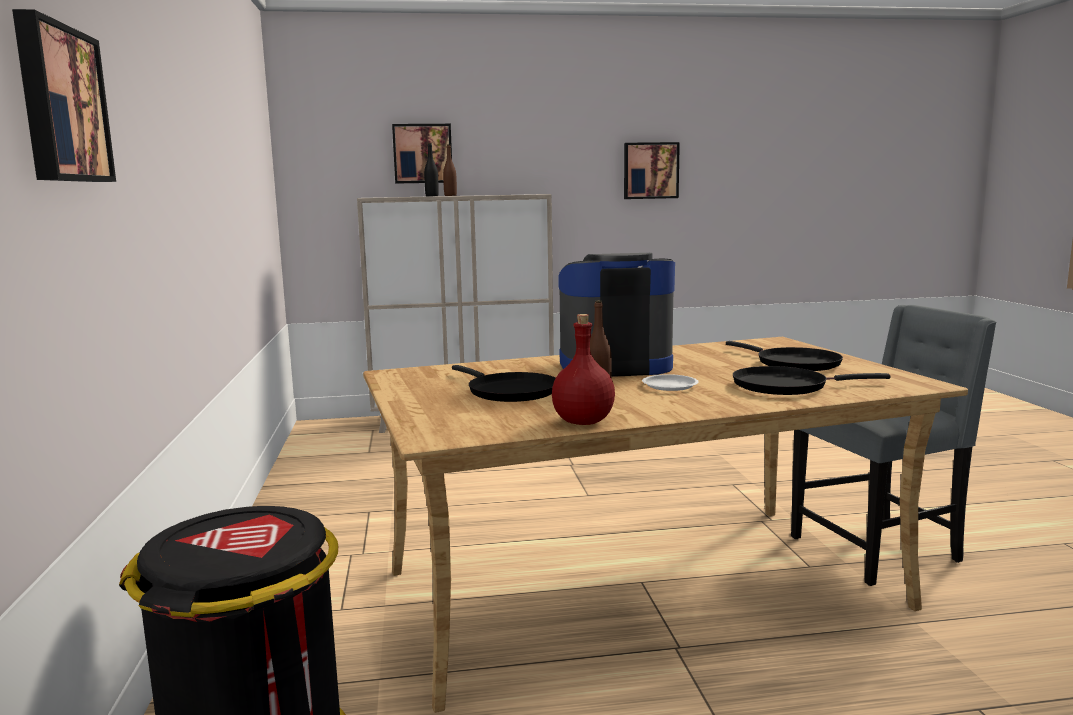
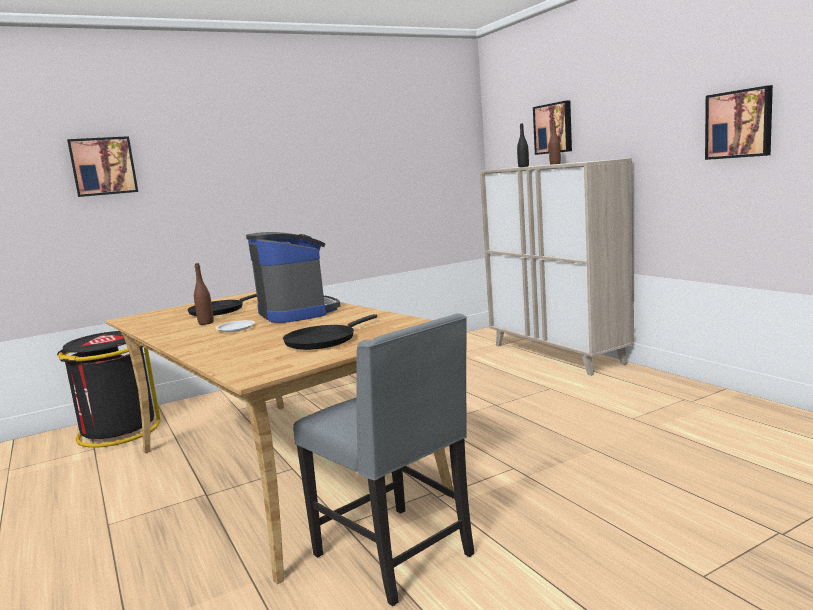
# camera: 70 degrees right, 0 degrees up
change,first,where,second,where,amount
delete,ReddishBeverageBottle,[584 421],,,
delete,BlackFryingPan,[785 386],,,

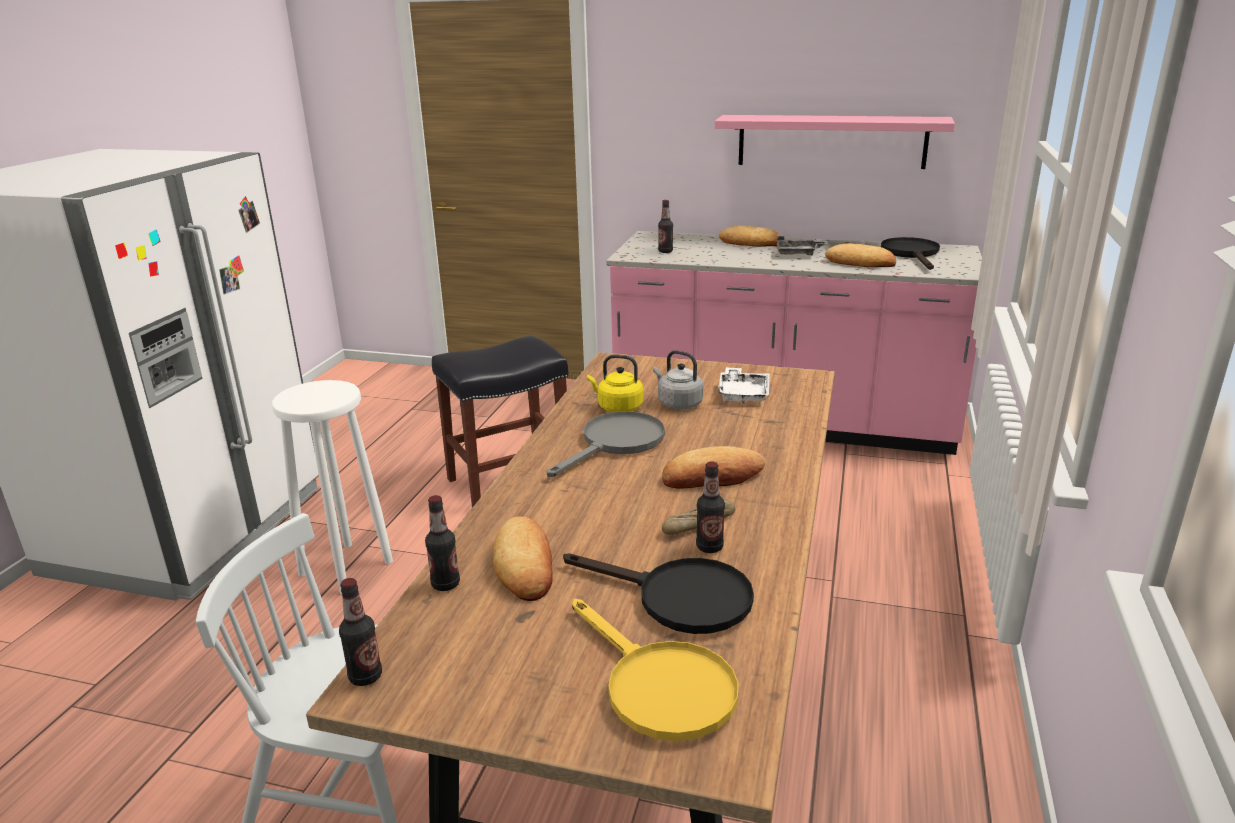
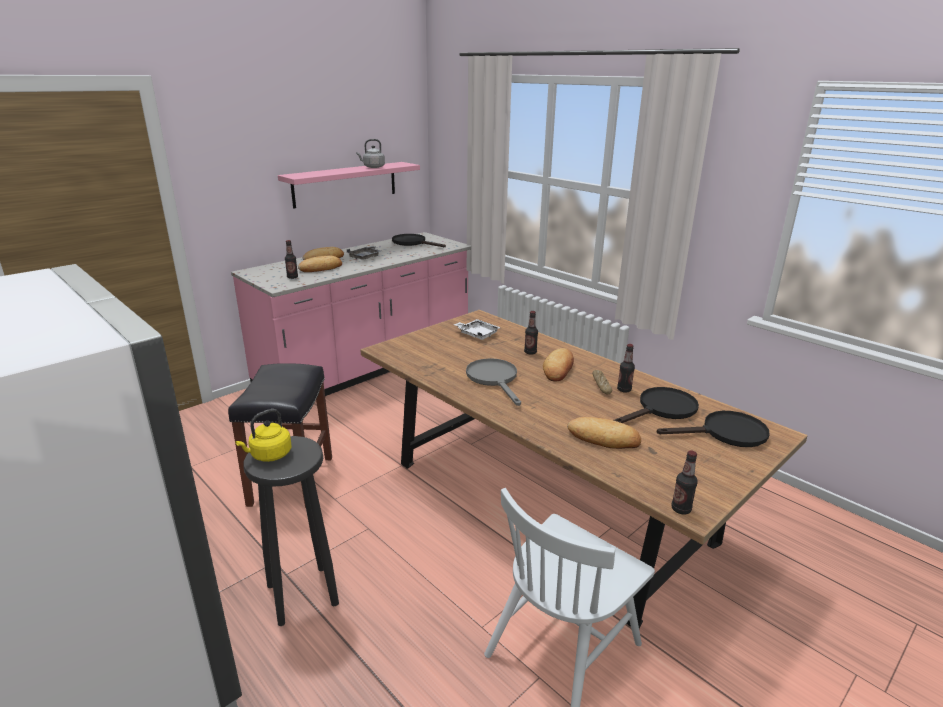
# camera: 60 degrees left, 0 degrees up
change,first,where,second,where,amount
move,BakedBread,[860 263],,[321 268],
move,GrayWaterKettle,[678 403],,[372 167],
move,YellowishWaterKettle,[617 407],,[269 455],
recolor,WhiteSittingStool,[347 567],BlackSittingStool,[302 593],
move,BeverageBottle,[445 584],,[530 352],
recolor,YellowishFryingPan,[659 686],BlackFryingPan,[726 433],

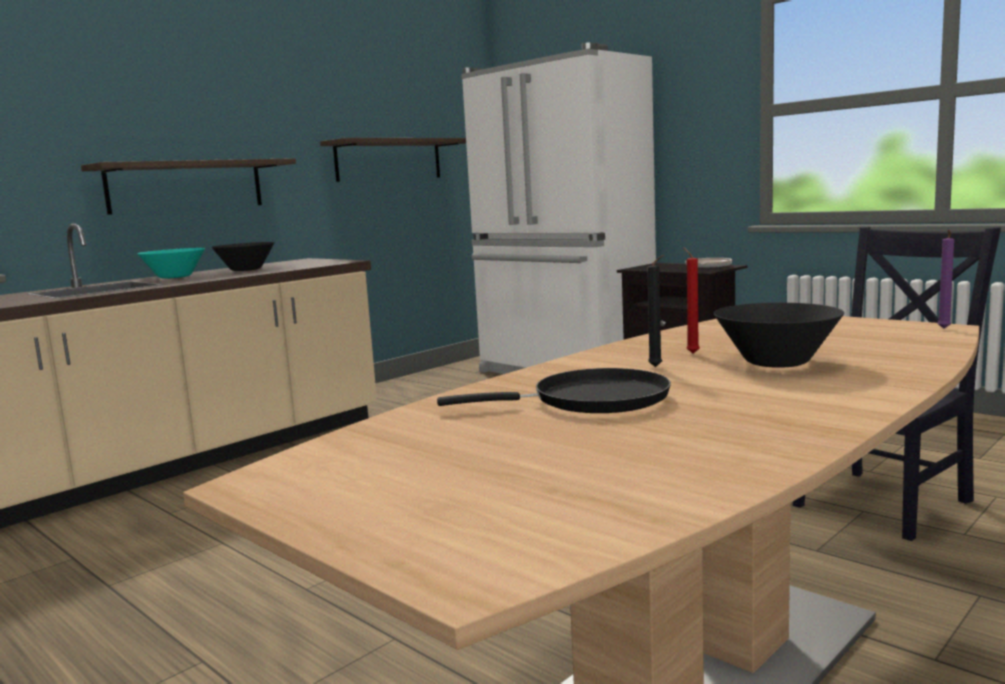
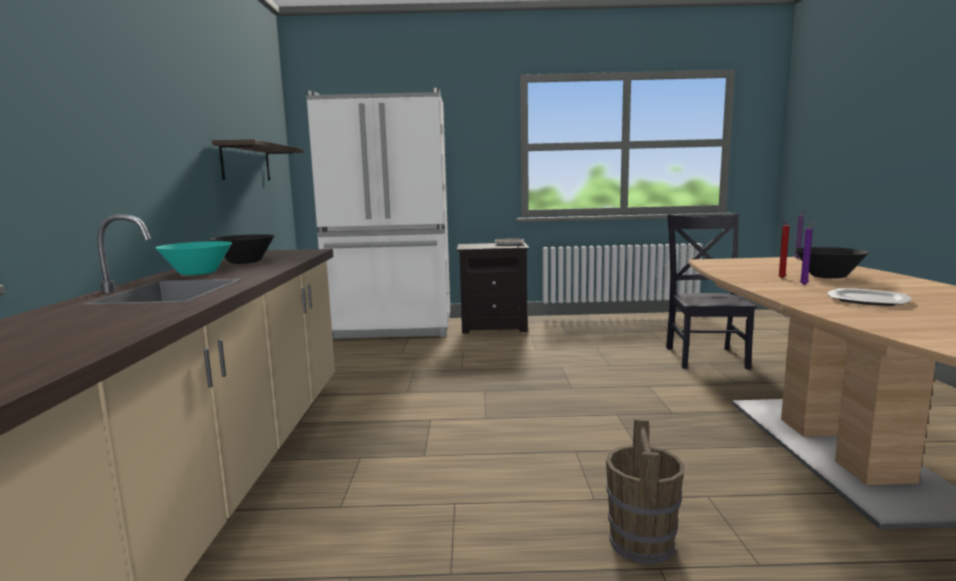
# camera: 45 degrees left, 0 degrees up
change,first,where,second,where,amount
delete,Shelf,[186 186],,,
recolor,BlackWaxLight,[657 367],PurpleWaxLight,[805 285],
replace,BlackFryingPan,[591 400],FlatDish,[868 300],
insert,,,BrownBucket,[641 543],

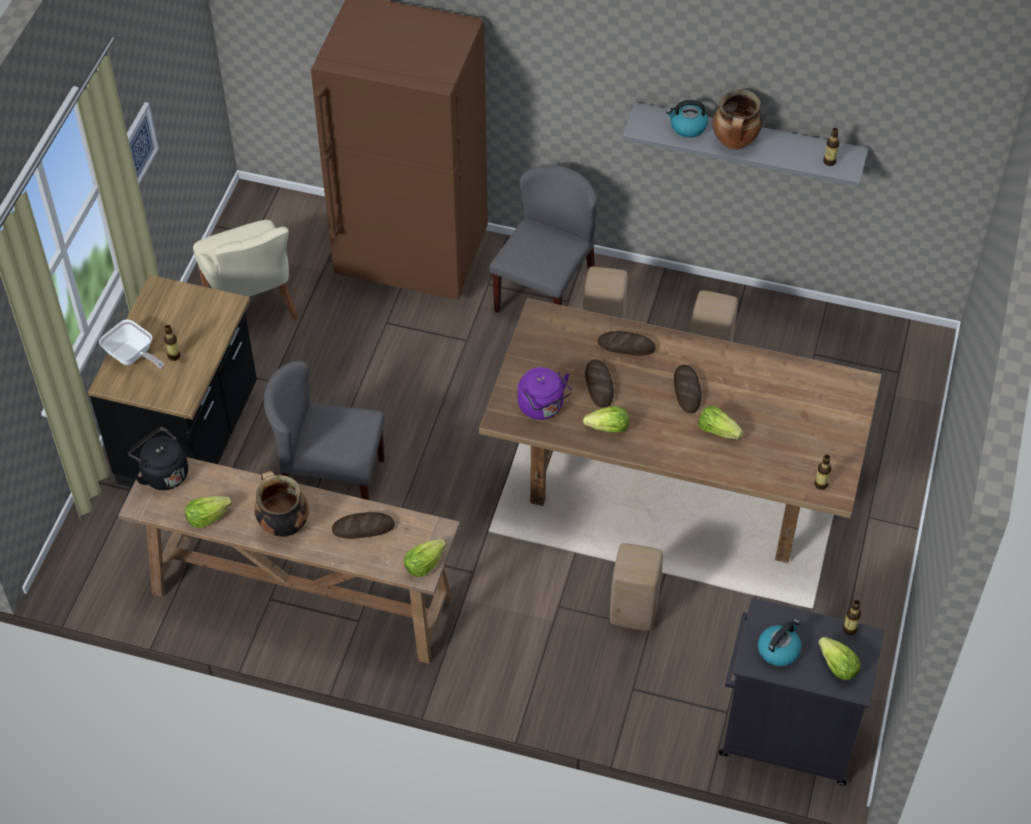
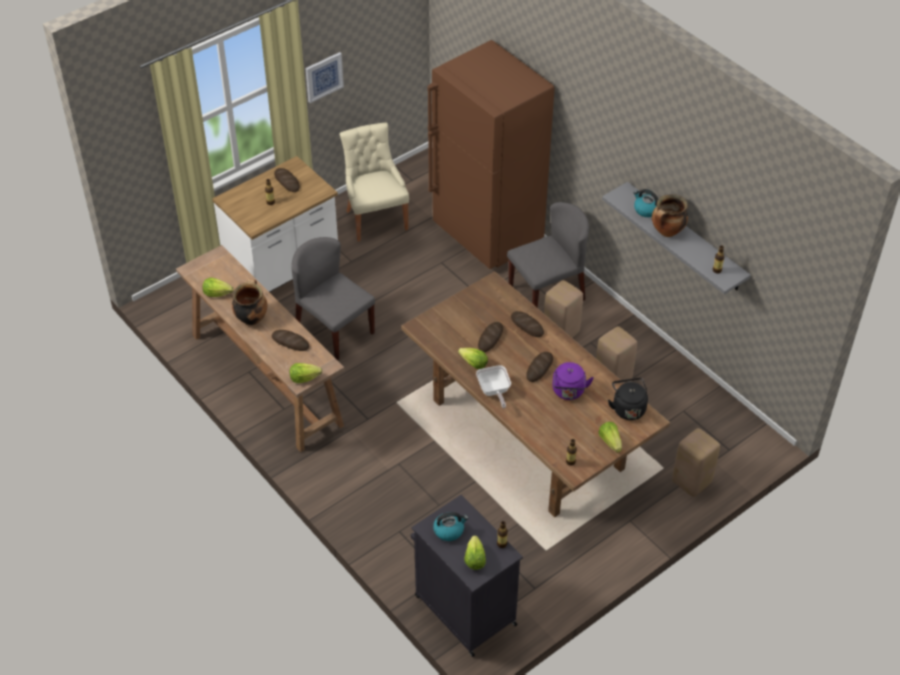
# camera: 35 degrees right, 5 degrees down
change,first,where,second,where,amount
rotate,BeigeColouredPlainChair,[253 308],,[375 218],150 degrees clockwise
recolor,BlackKitchenBaseUnit,[191 437],WhiteKitchenBaseUnit,[283 268],
move,FryingPan,[132 356],,[494 391],
move,PurpleWaterKettle,[543 407],,[568 392],
move,HeadOfLettuce,[717 430],,[610 442],
move,BlackWaterKettle,[163 473],,[628 408],
move,BeigeColouredSittingStool,[632 612],,[690 482],
insert,,,BakedBread,[287 181],

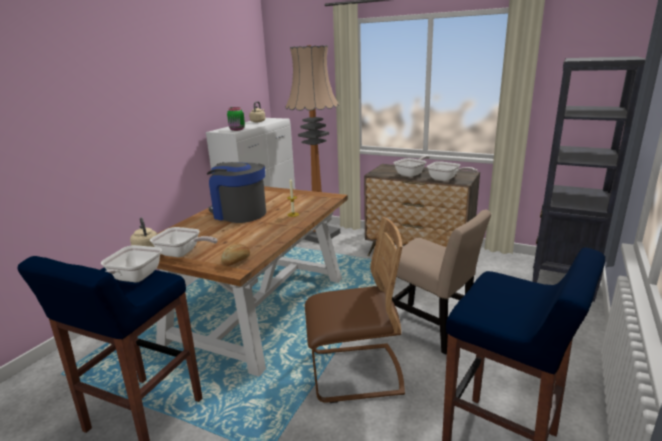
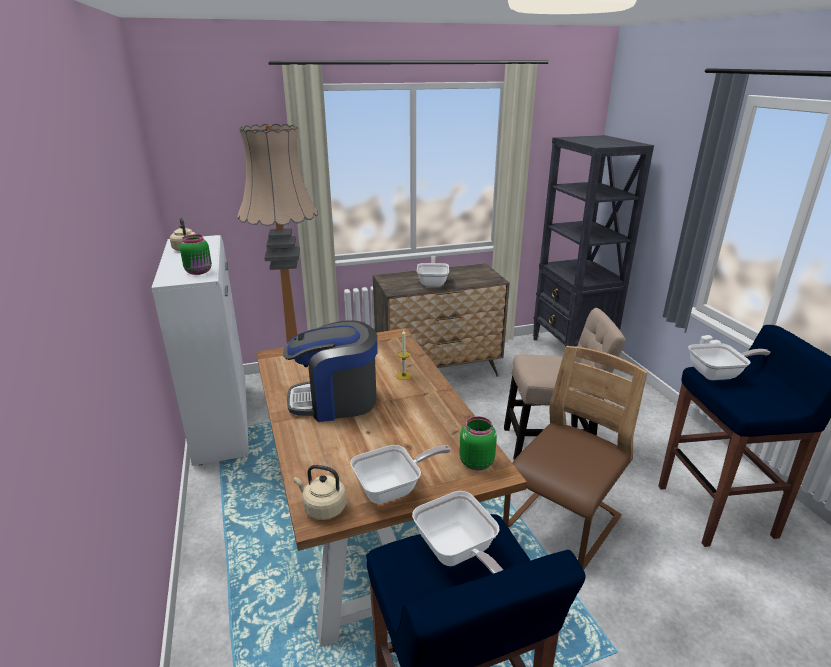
# camera: 45 degrees left, 5 degrees up
change,first,where,second,where,amount
move,FryingPan,[446 179],,[719 374],
replace,BakedBread,[237 261],GreenPreserveJar,[475 462],

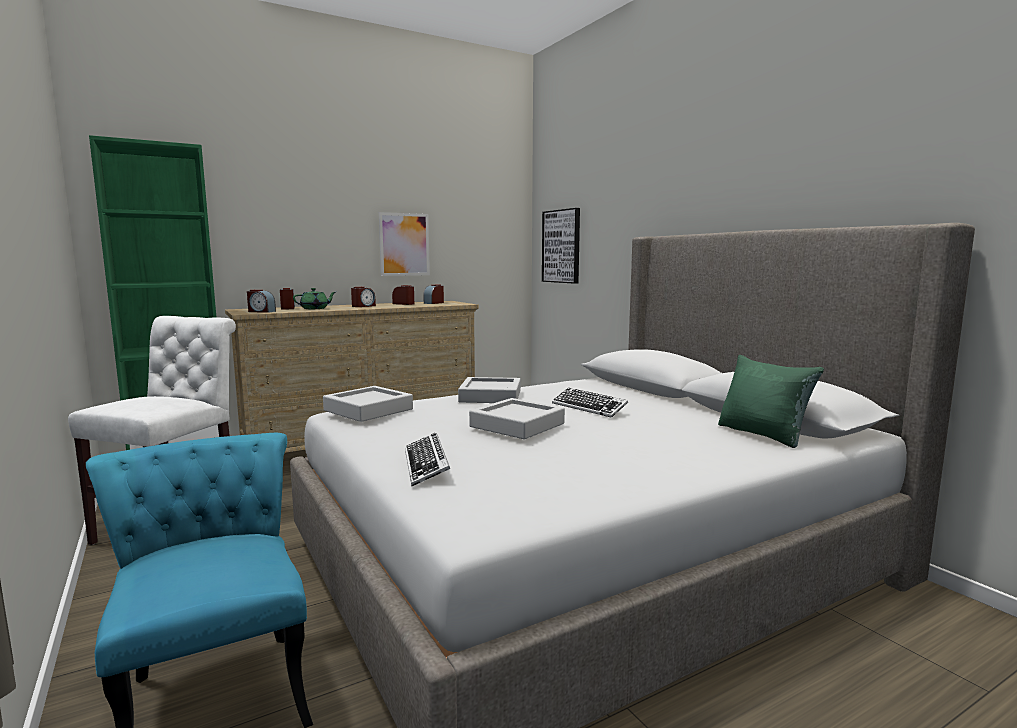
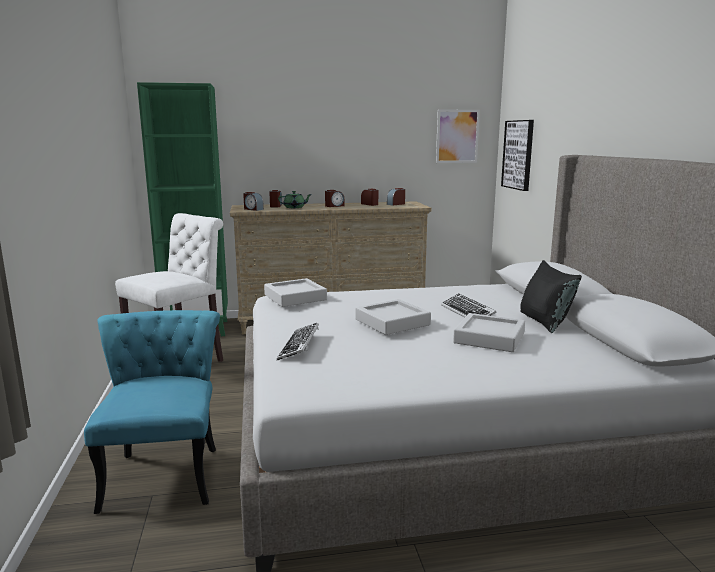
# camera: 20 degrees right, 5 degrees up
change,first,where,second,where,amount
move,WallArt,[404 244],,[457 136],
delete,GreenPillow,[763 435],,,
move,GrayTray,[490 396],,[489 338],
insert,,,BlackPillow,[544 322],

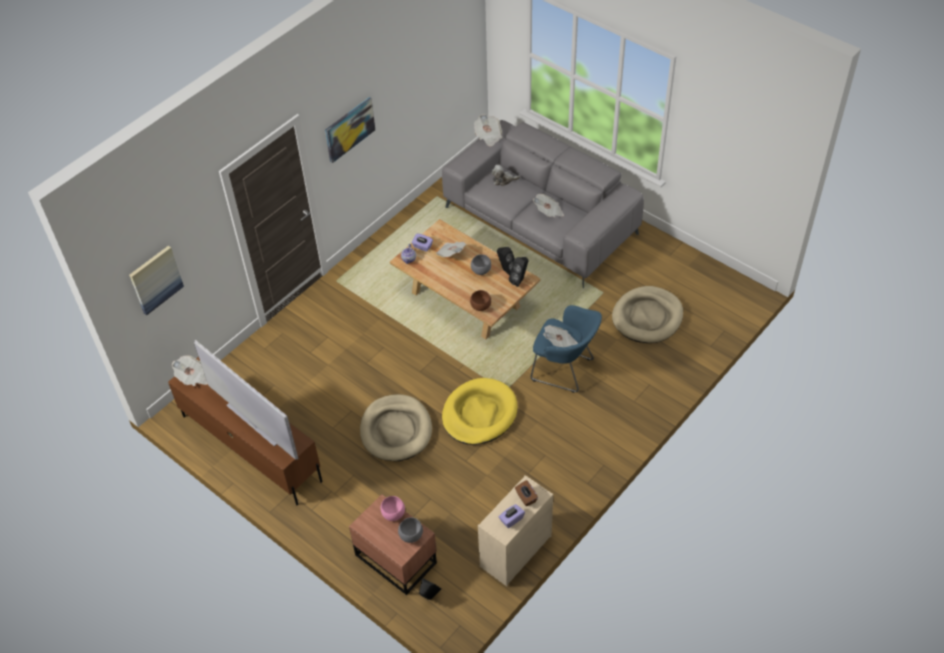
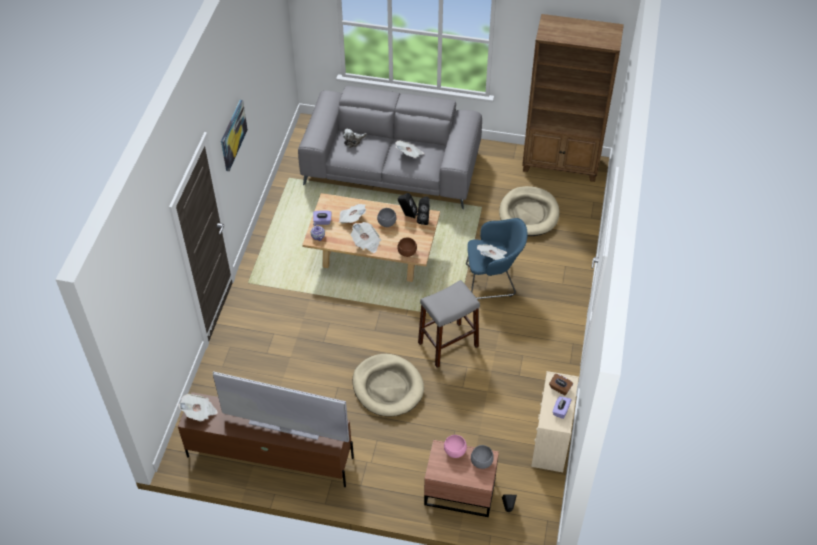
# camera: 30 degrees left, 0 degrees up
change,first,where,second,where,amount
move,PrintedPaper,[488 136],,[366 243],
delete,WallArt,[156 279],,,
replace,YellowishPetBed,[479 414],GraySittingStool,[448 344],
insert,,,BrownBookcase,[561 164],

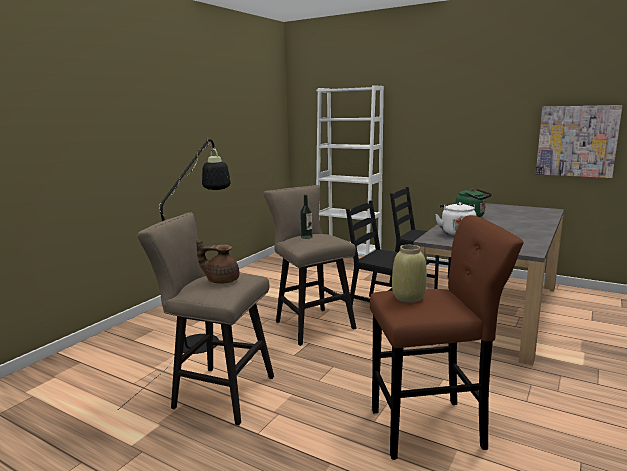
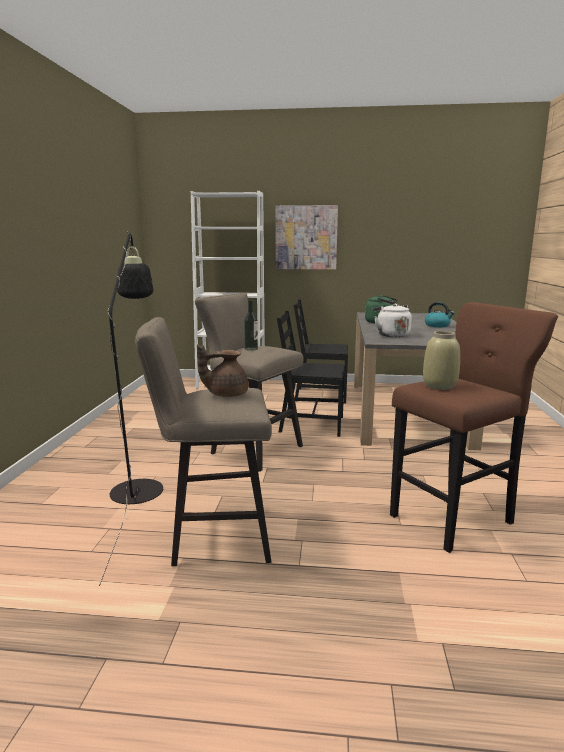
# camera: 25 degrees left, 0 degrees up
change,first,where,second,where,amount
move,WallArt,[576 141],,[306 237],
insert,,,WaterKettle,[437 325],

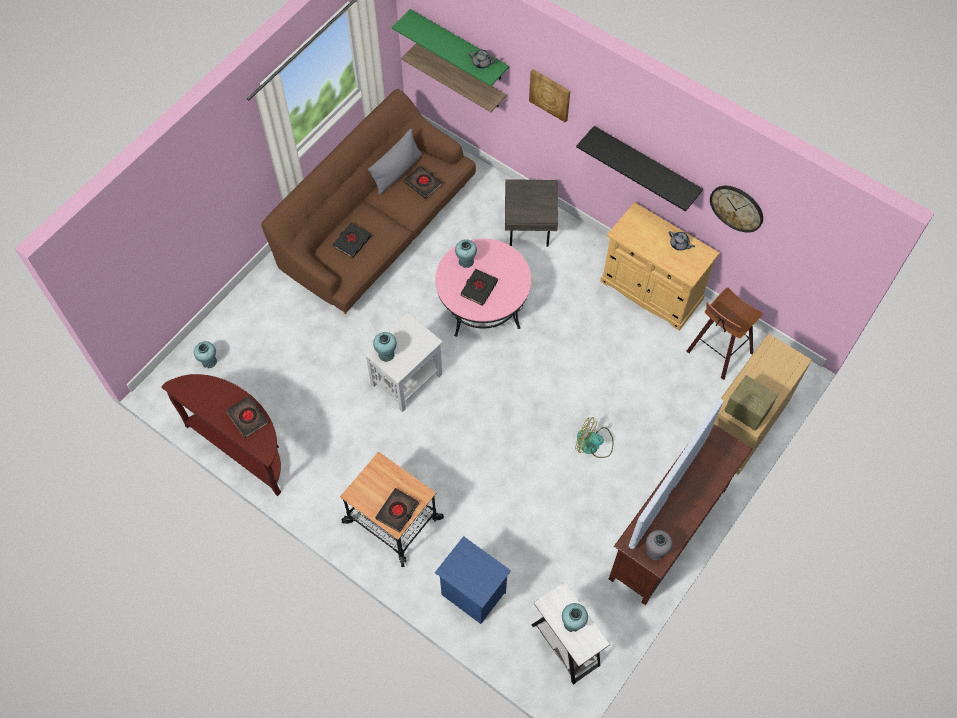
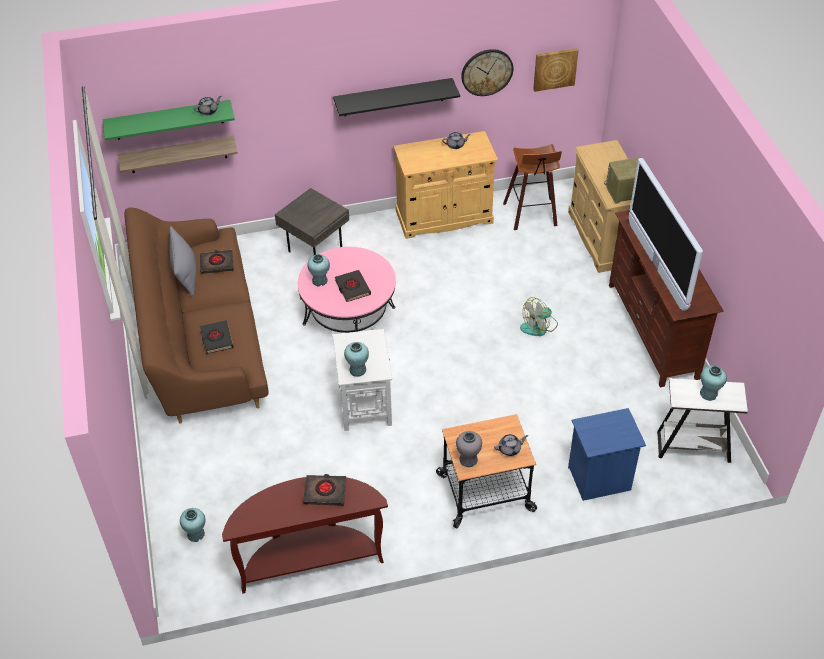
# camera: 50 degrees left, 15 degrees down
change,first,where,second,where,amount
move,WallArt,[550 94],,[555 69],
replace,BlackBoundBook,[397 511],GrayTeapot,[510 449],
move,GrayVase,[655 551],,[468 460],

